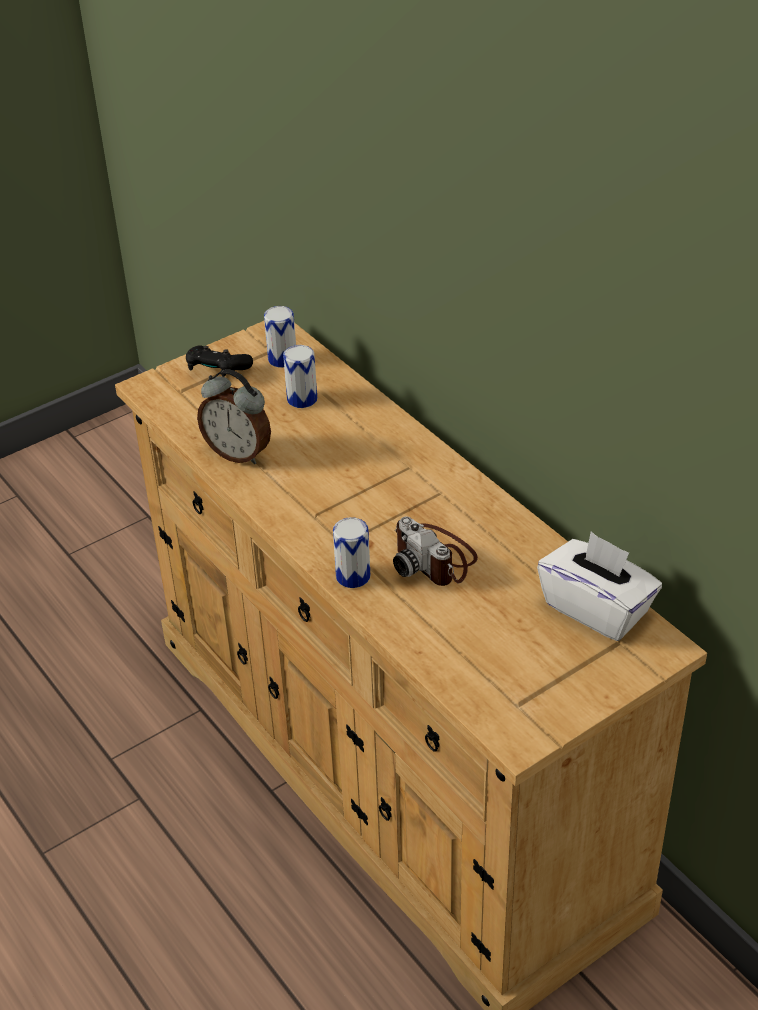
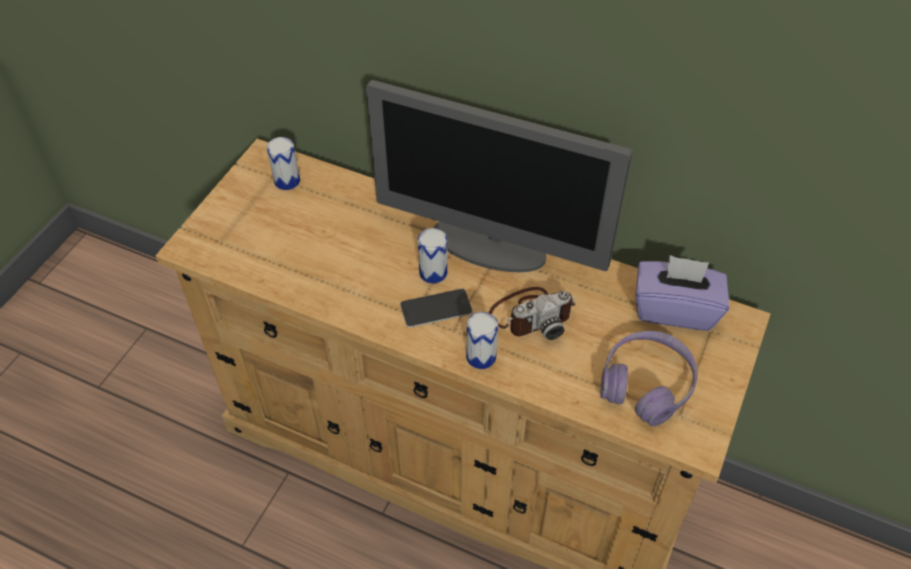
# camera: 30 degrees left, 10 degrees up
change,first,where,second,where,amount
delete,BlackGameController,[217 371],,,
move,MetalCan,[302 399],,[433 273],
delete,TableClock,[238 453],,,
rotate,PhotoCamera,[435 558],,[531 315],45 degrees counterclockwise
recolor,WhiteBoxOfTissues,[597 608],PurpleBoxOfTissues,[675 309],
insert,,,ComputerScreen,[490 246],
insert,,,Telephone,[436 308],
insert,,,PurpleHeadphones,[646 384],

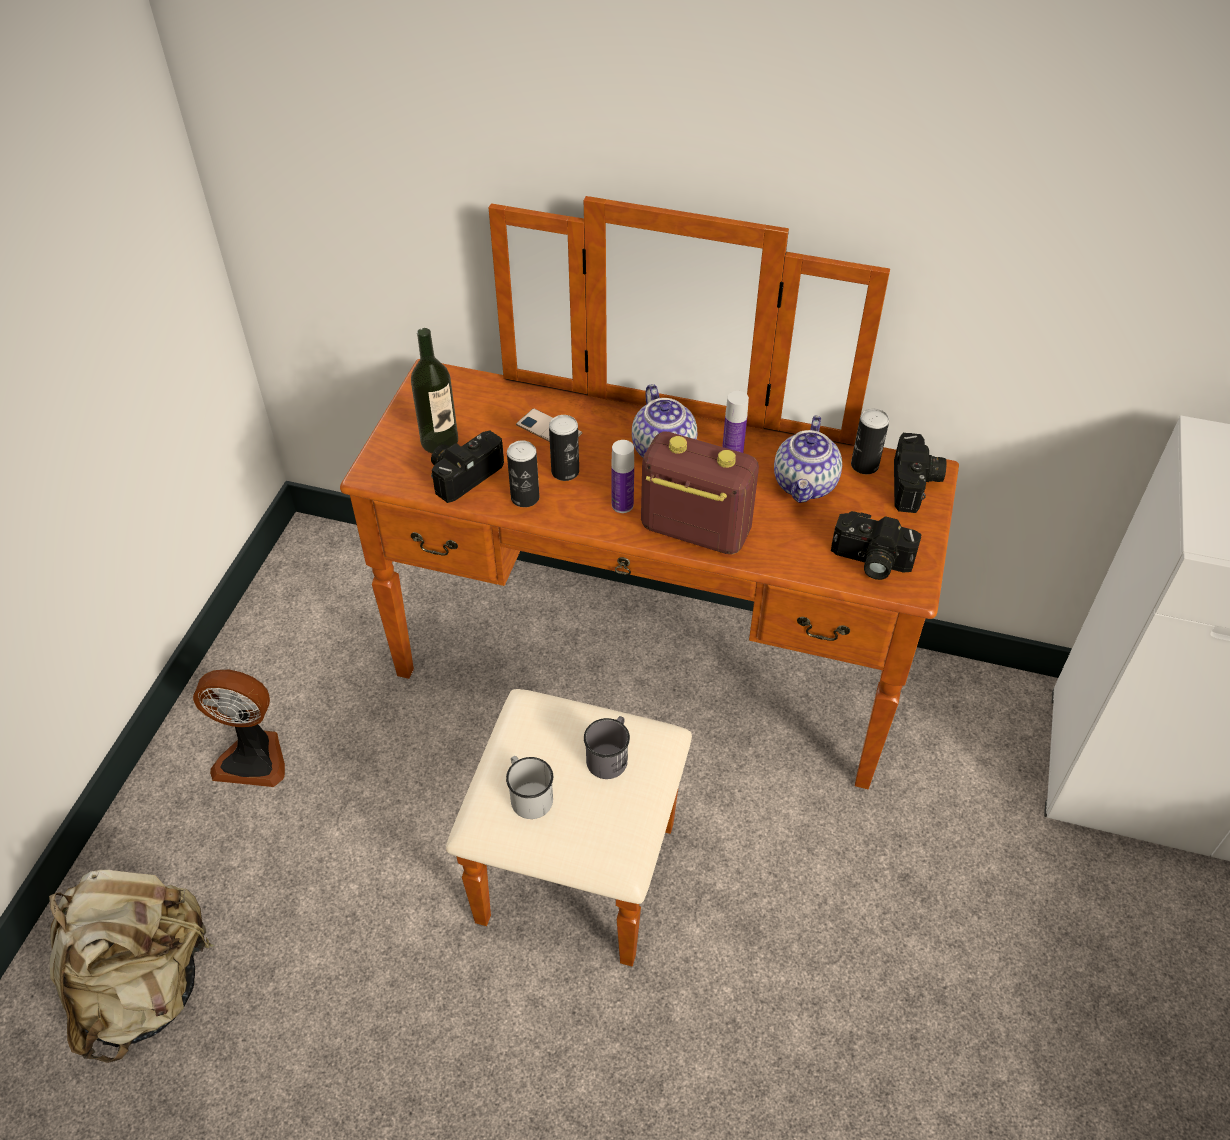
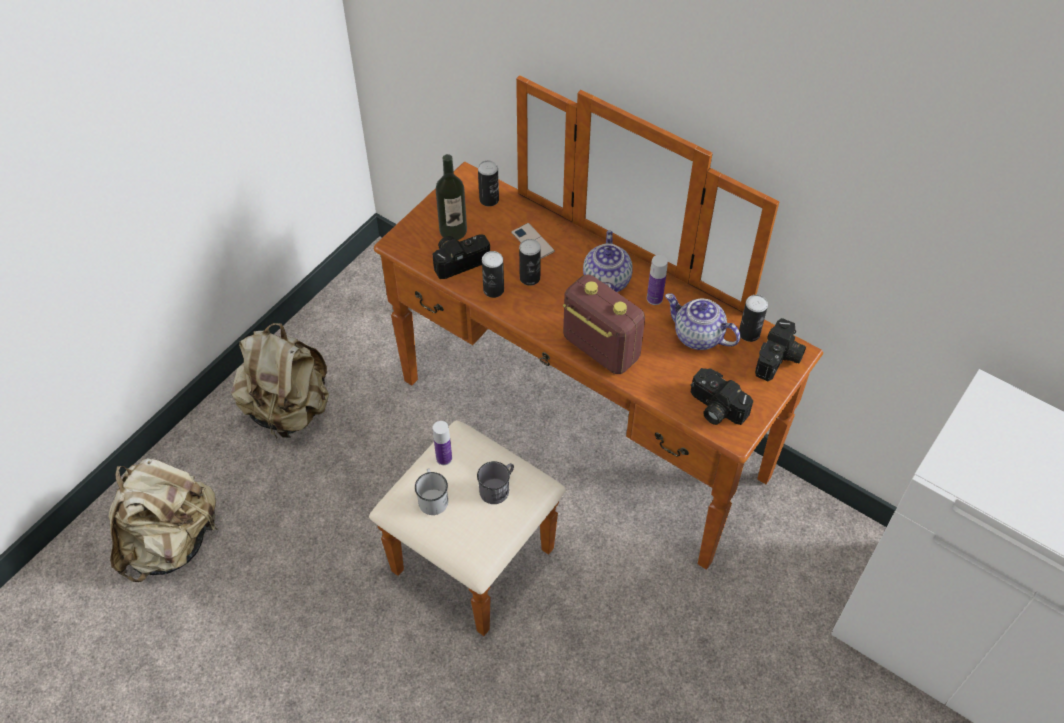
# camera: 20 degrees right, 5 degrees up
change,first,where,second,where,amount
rotate,Teapot,[806 484],,[697 336],90 degrees clockwise
move,BeverageBottle,[622 505],,[444 458],
replace,CoolingFan,[253 757],BeigeColouredBackpack,[288 410],
insert,,,MetalCan,[489 199],

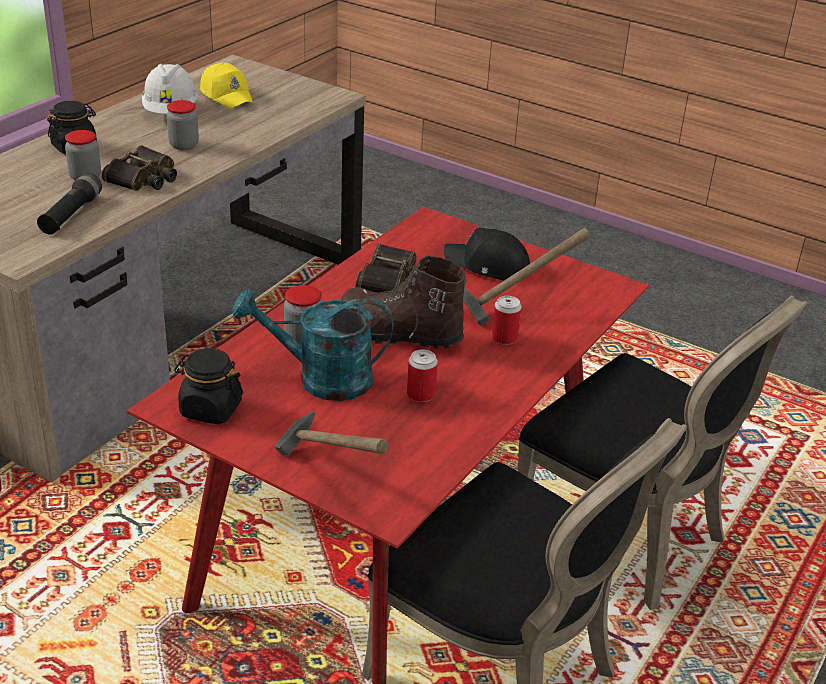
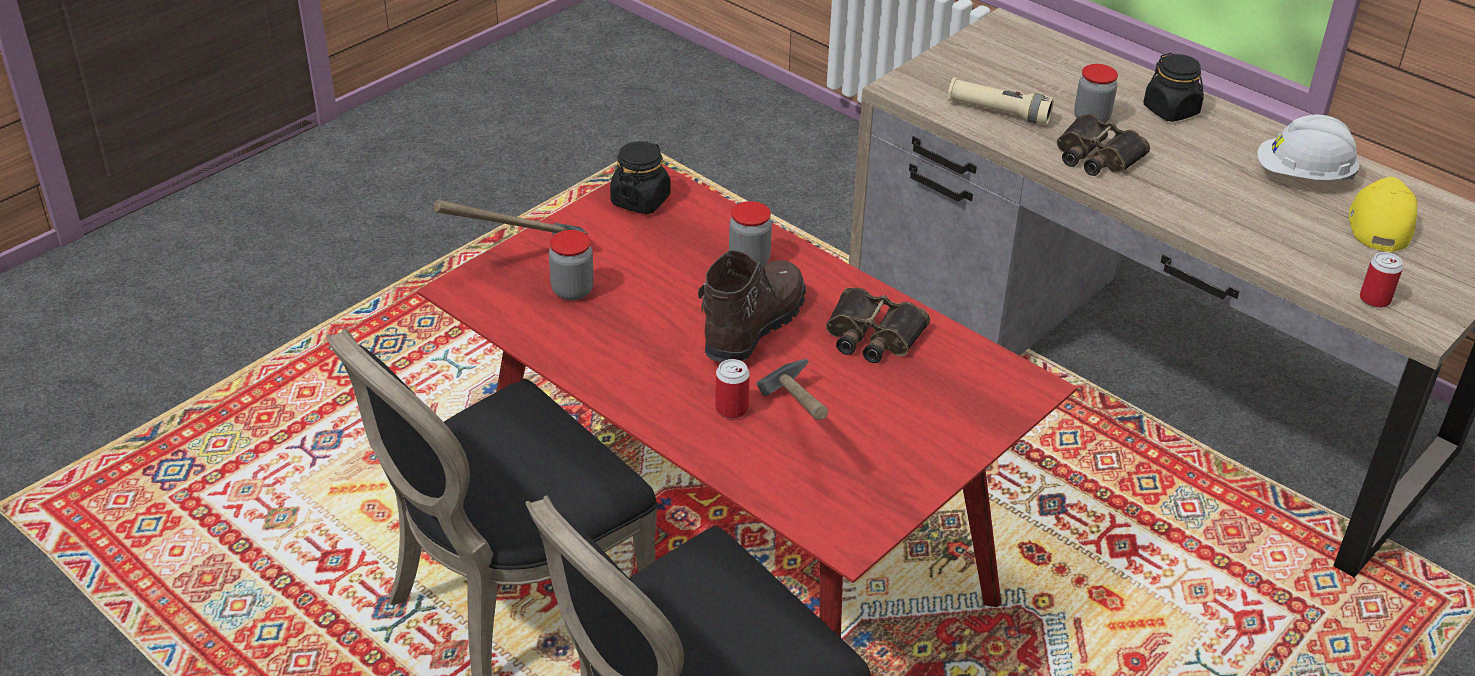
# camera: 100 degrees right, 5 degrees up
change,first,where,second,where,amount
rotate,YellowishCap,[227 95],,[1379 223],135 degrees clockwise
move,PreserveJar,[184 145],,[572 290],
recolor,BlackTorch,[71 215],BeigeColouredTorch,[998 112],
delete,BlackCap,[487 266],,,
delete,TurquoiseColouredWateringPot,[321 379],,,
move,MetalCan,[421 394],,[1374 299],

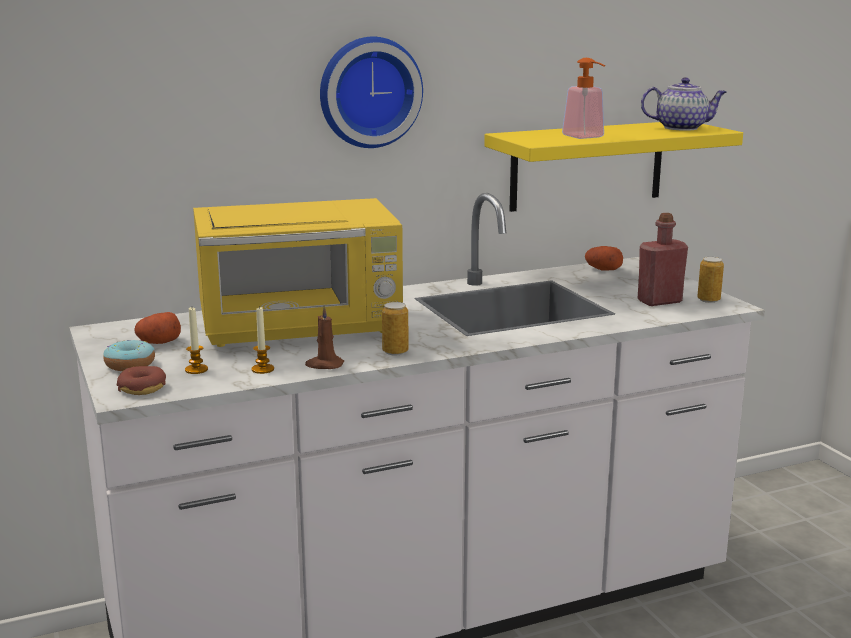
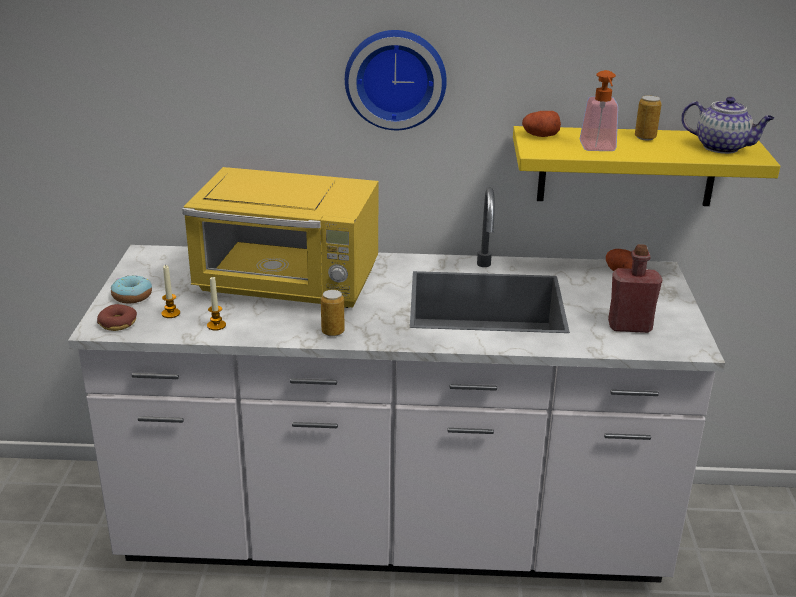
# camera: 25 degrees right, 10 degrees up
change,first,where,second,where,amount
move,MetalCan,[708 300],,[645 137],
delete,BrownWaxLight,[324 365],,,
move,WholePotato,[159 342],,[540 135],

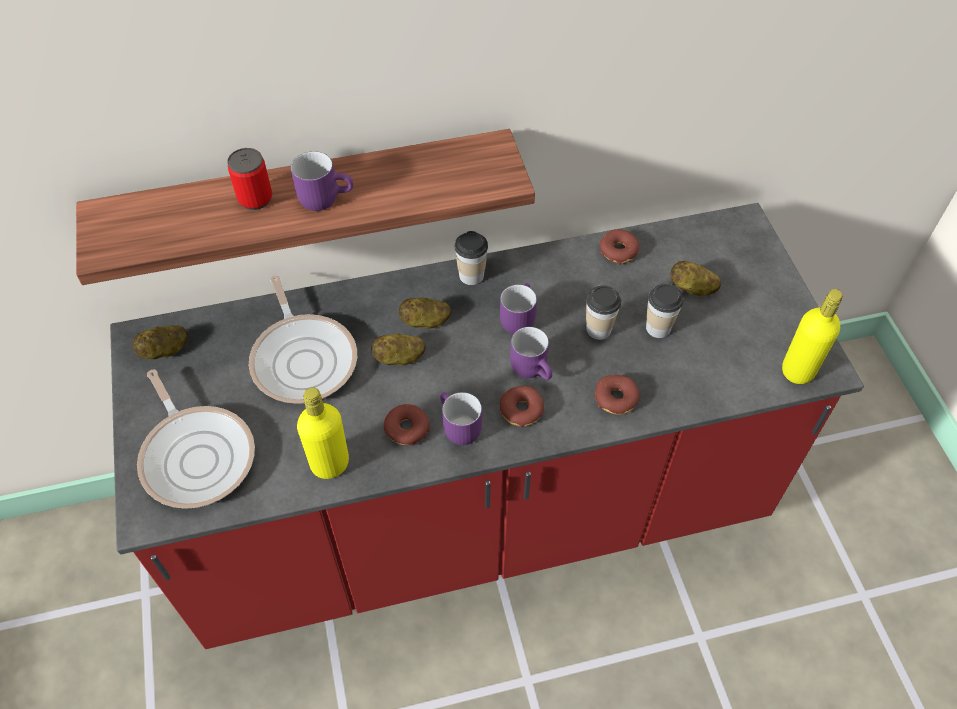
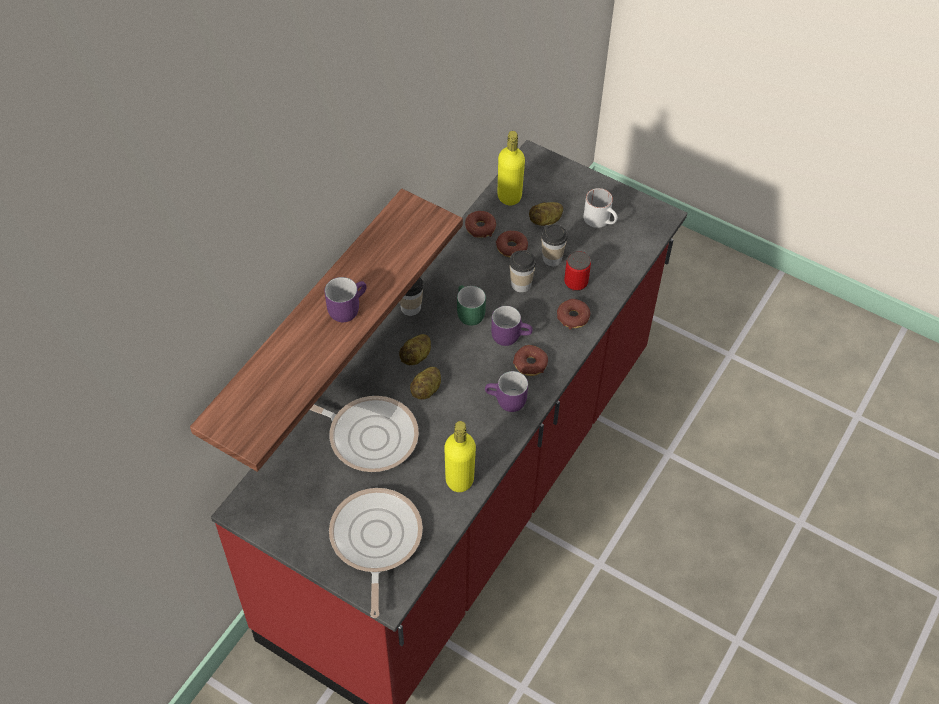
# camera: 45 degrees left, 0 degrees up
change,first,where,second,where,amount
move,MetalCan,[255 198],,[576 282],
recolor,PurpleMug,[516 317],GreenMug,[467 313],
move,YellowishBeverageBottle,[798 371],,[509 196],
delete,WholePotato,[165 350],,,
rotate,FryingPan,[197 455],,[375 540],105 degrees counterclockwise
move,Doughnut,[406 429],,[511 247],
insert,,,WhiteMug,[601 220],

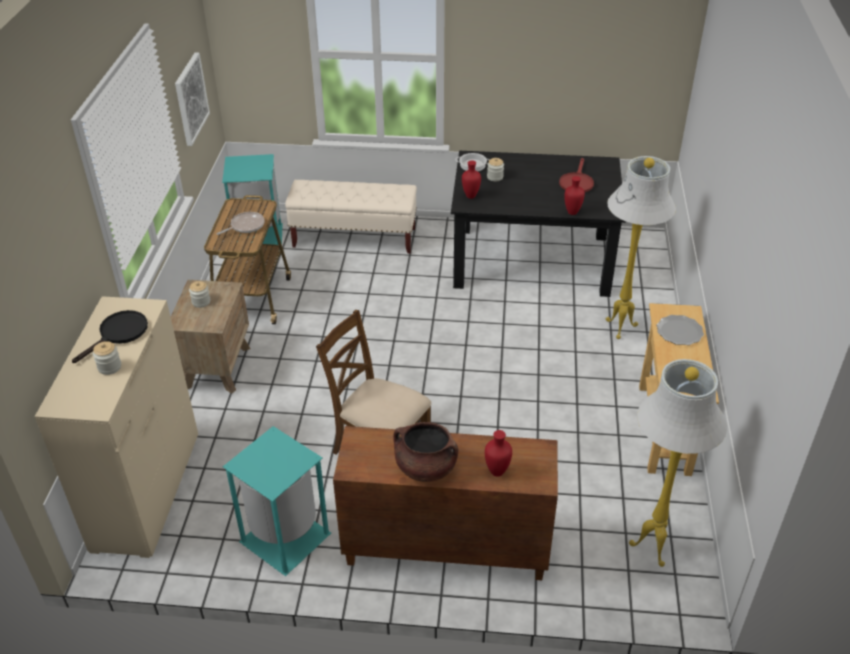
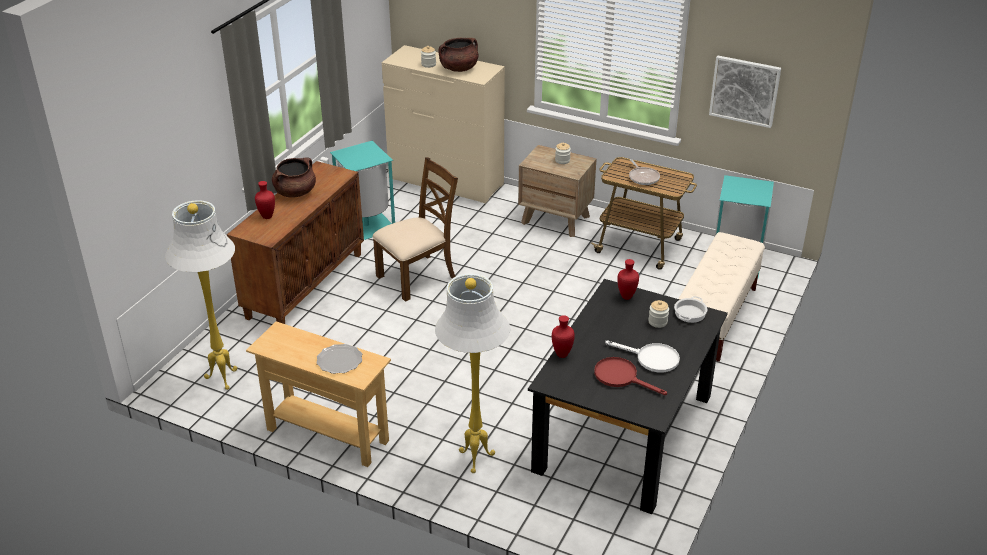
# camera: 110 degrees right, 5 degrees down
change,first,where,second,where,amount
replace,BlackFryingPan,[119 334],BrownSaucepot,[458 68],
insert,,,WhiteFryingPan,[651 359],

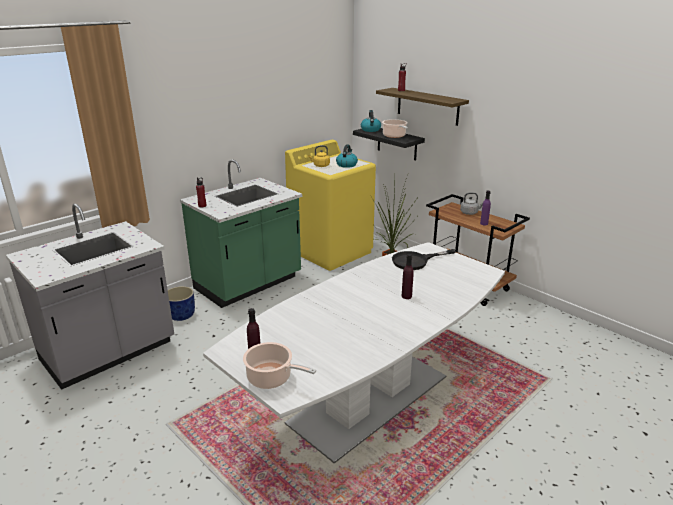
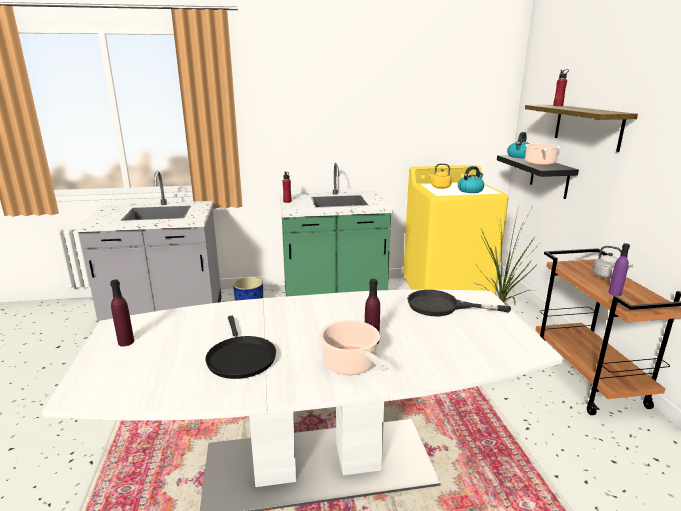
# camera: 35 degrees right, 5 degrees down
change,first,where,second,where,amount
move,Saucepot,[272 378],,[351 365],
insert,,,BlackFryingPan,[240 358],

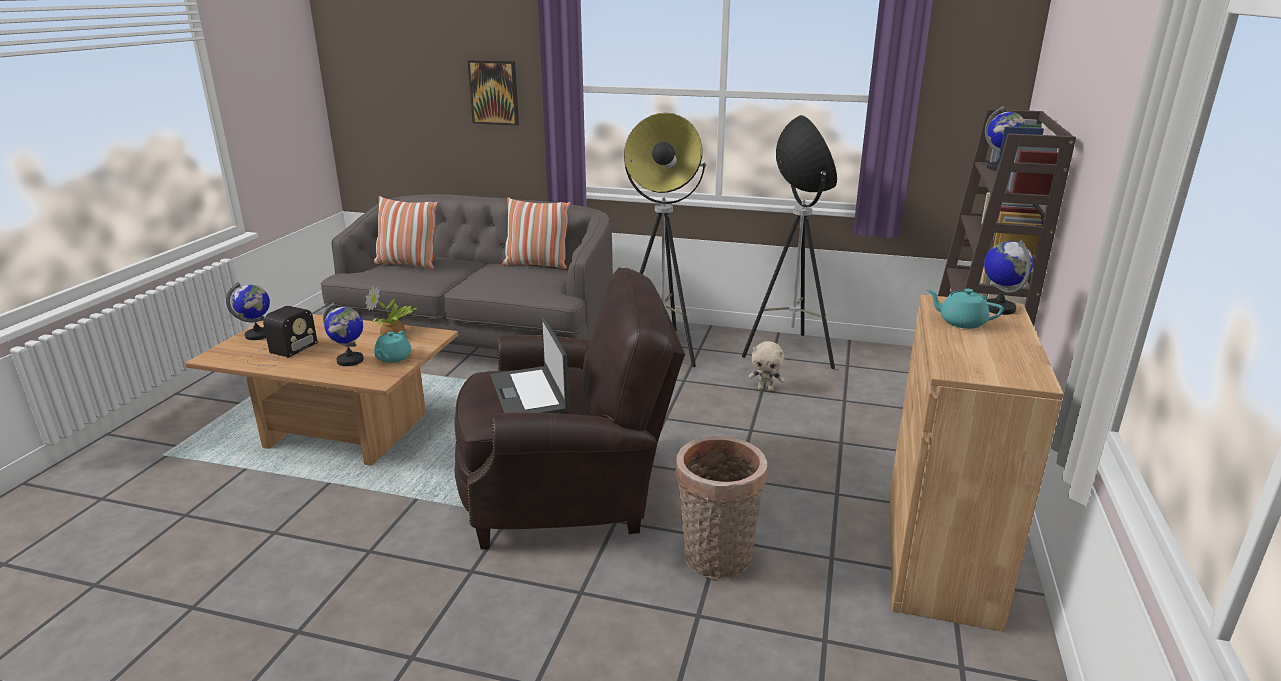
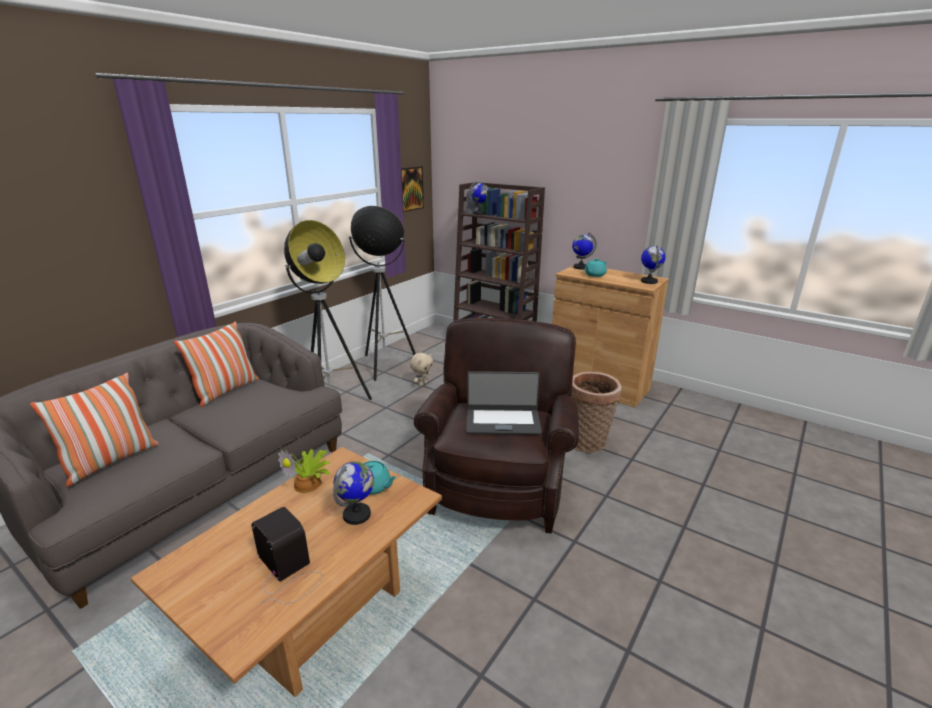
# camera: 70 degrees left, 0 degrees up
change,first,where,second,where,amount
move,WallArt,[494 92],,[410 189],
move,Globe,[258 335],,[649 281],

